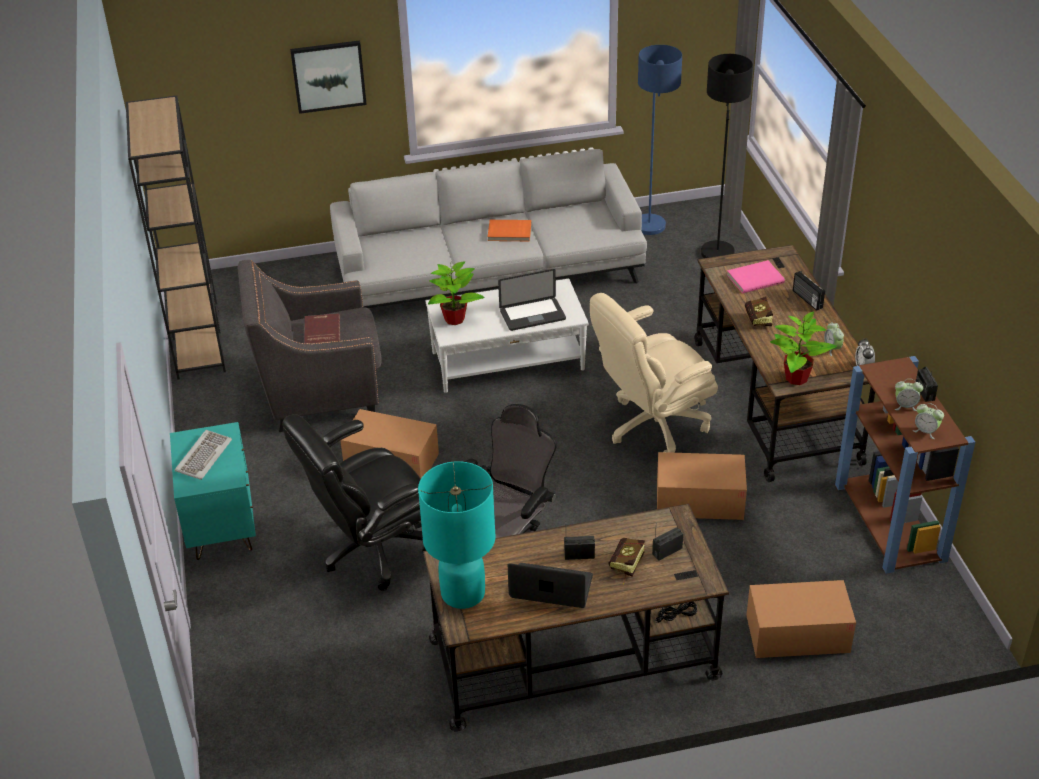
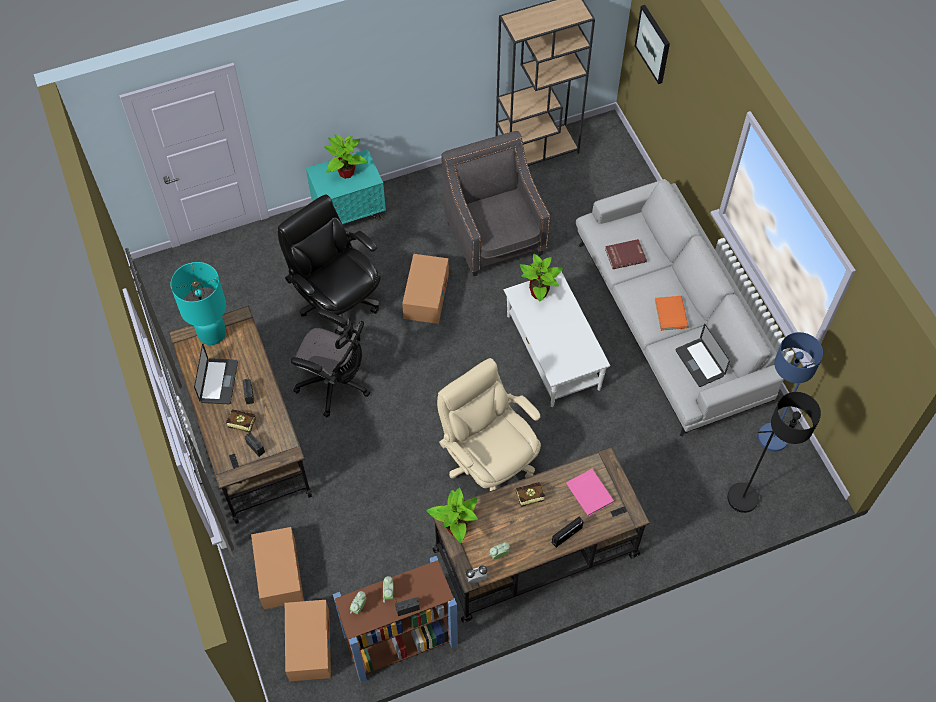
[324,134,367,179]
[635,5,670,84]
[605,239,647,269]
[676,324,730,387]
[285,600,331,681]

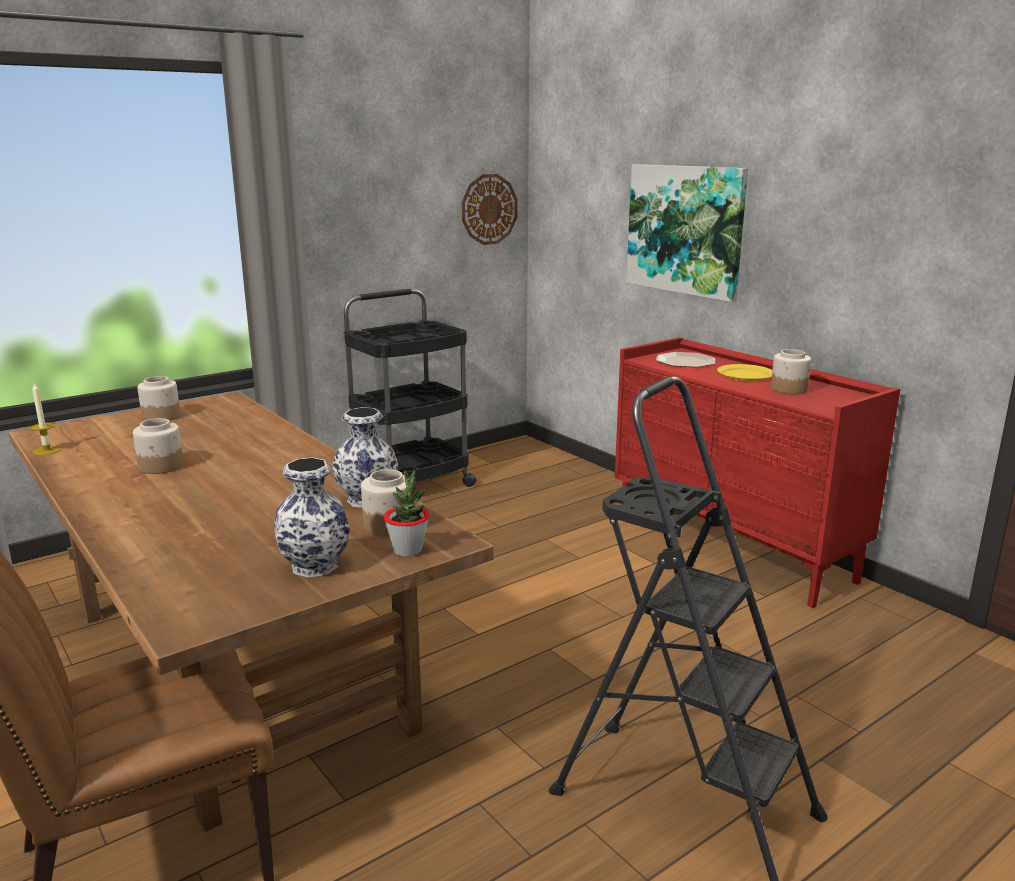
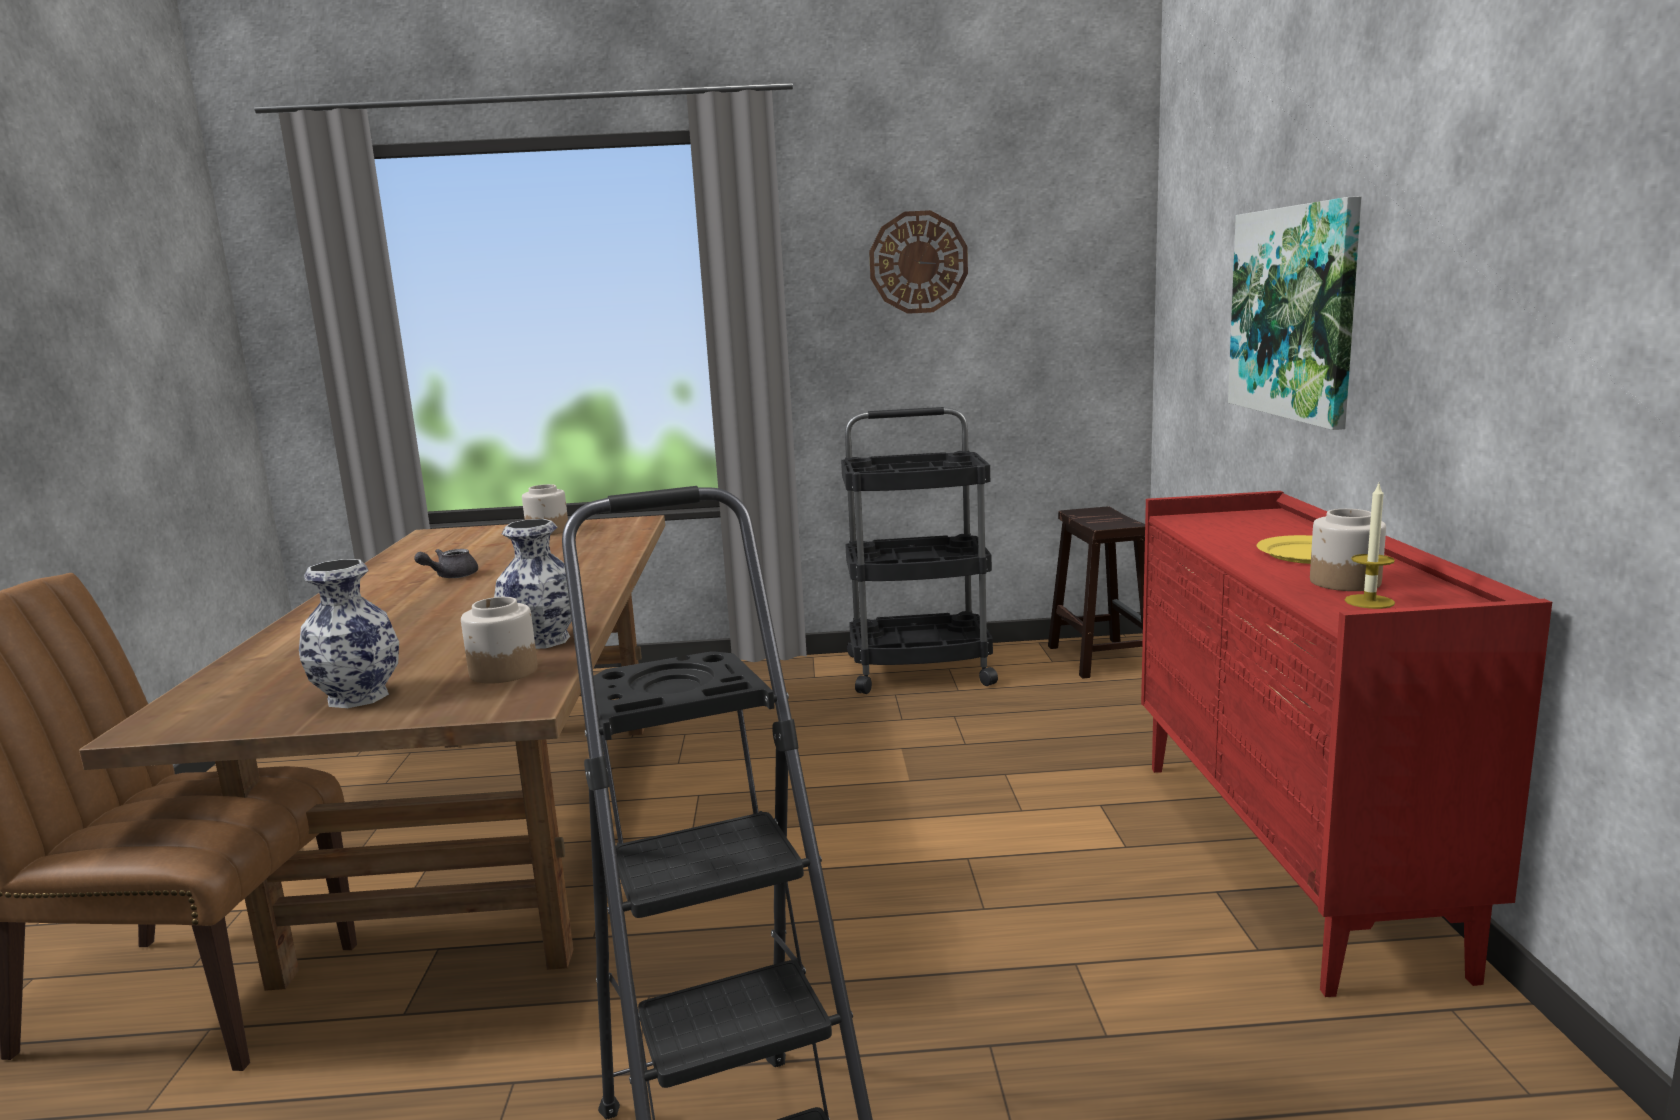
[1345,484,1395,609]
[414,549,478,578]
[384,470,429,557] (first image)
[869,210,968,314]
[656,352,715,367] (first image)
[1048,507,1145,679]

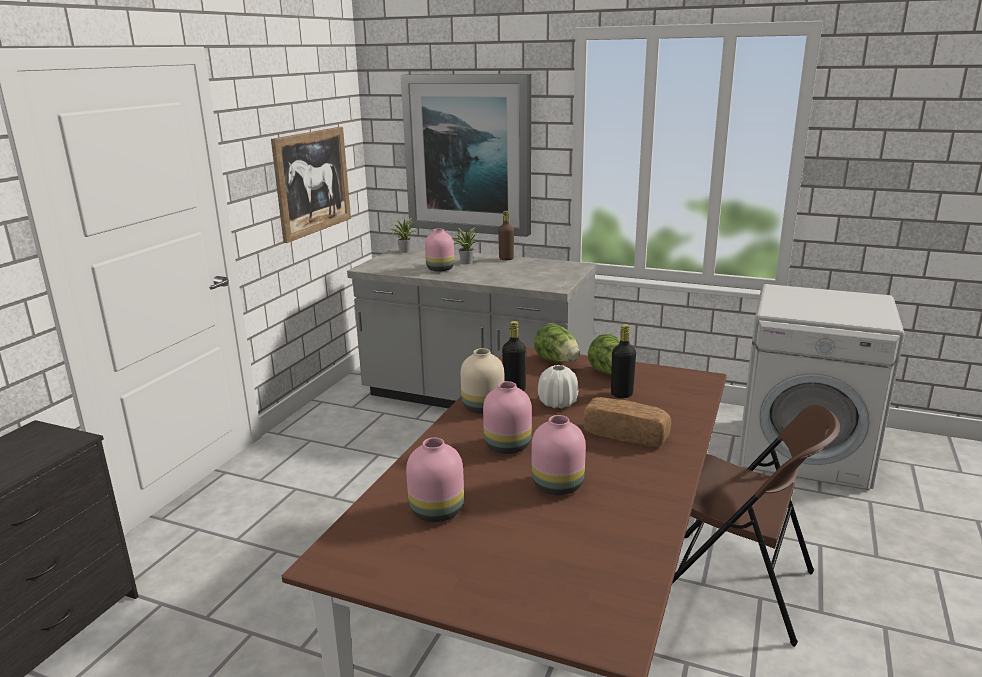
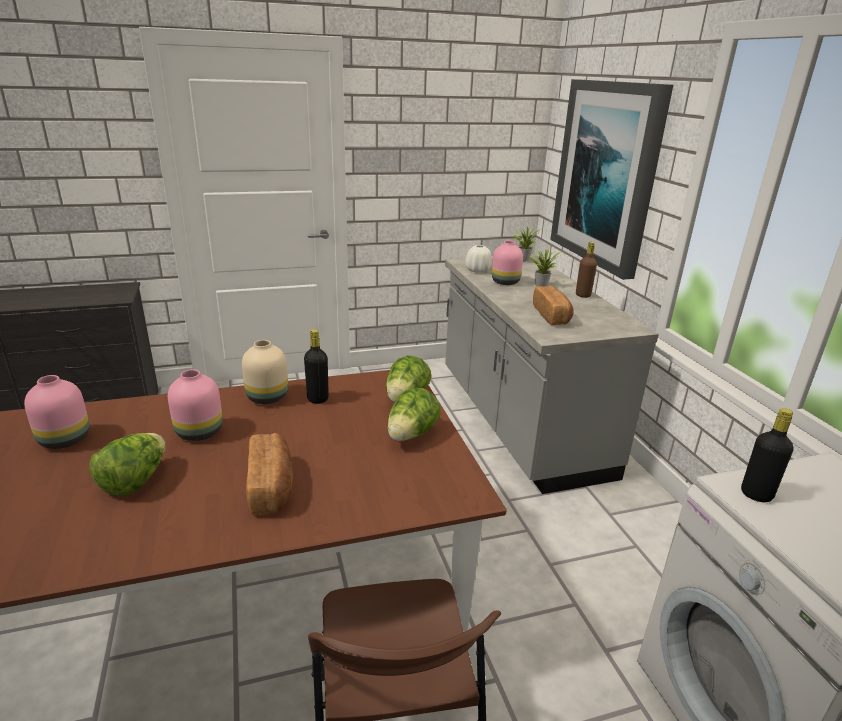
[271,127,351,243] (first image)
[89,433,166,496]
[465,245,492,273]
[741,408,793,502]
[533,286,573,325]

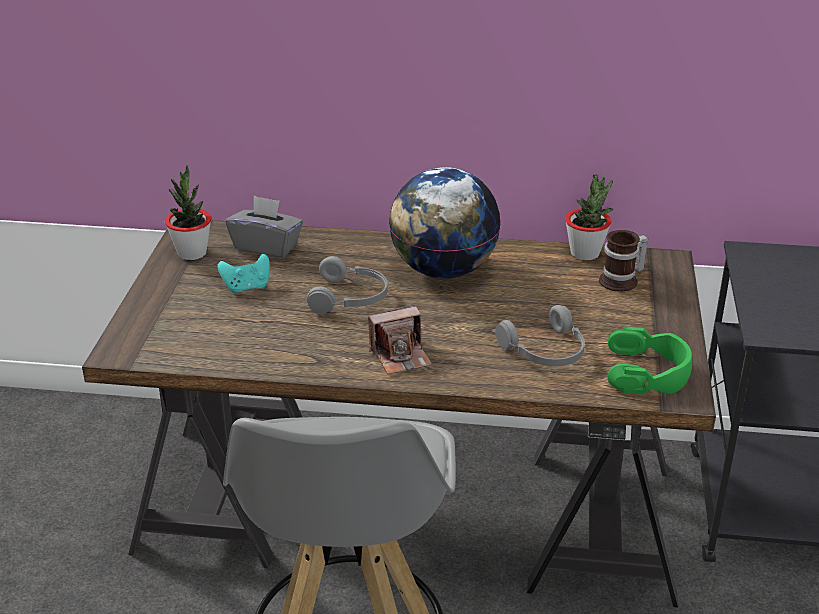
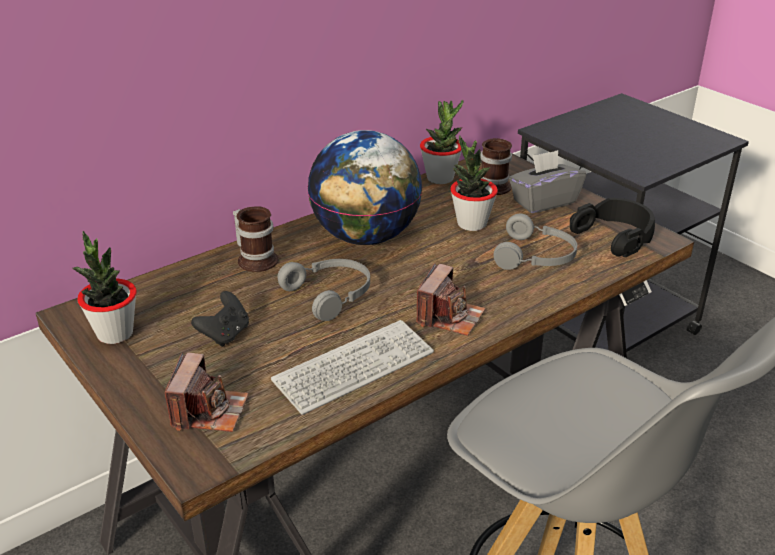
[191,291,249,347]
[509,150,586,213]
[570,198,655,257]
[165,352,249,432]
[233,206,278,272]
[271,320,434,415]
[450,136,498,231]

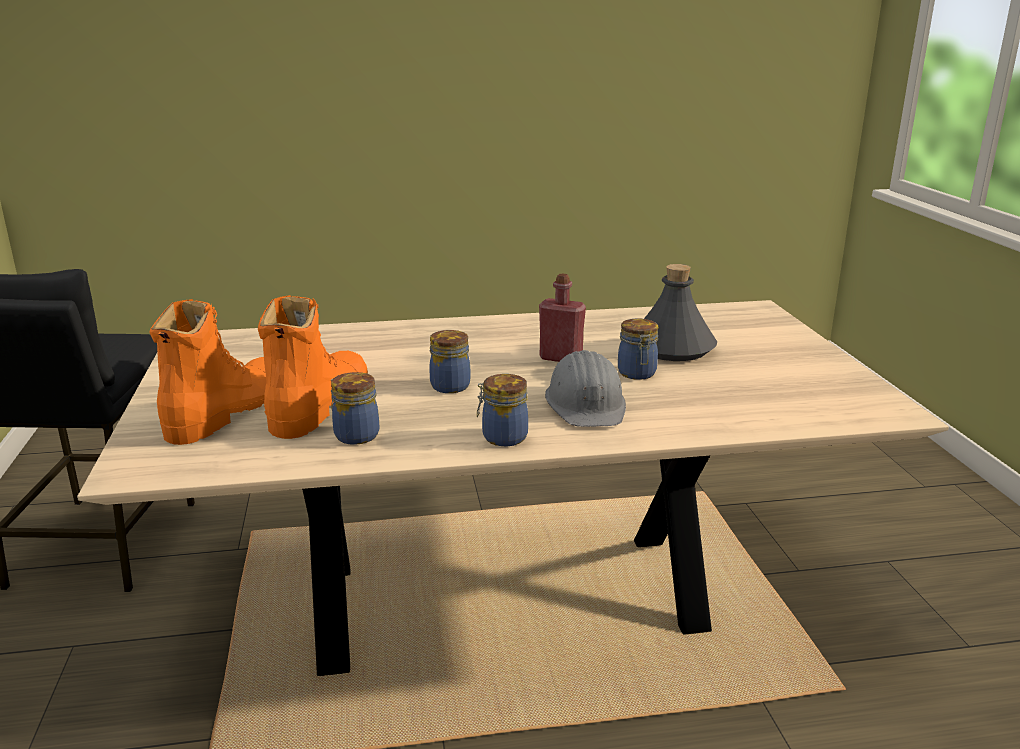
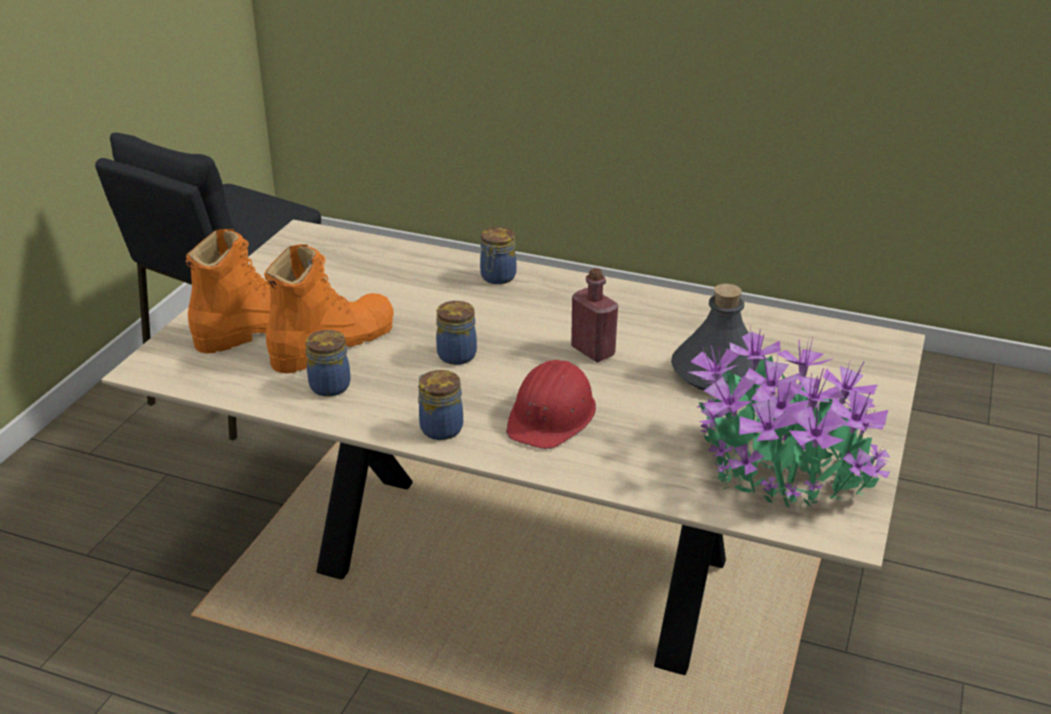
[506,360,596,449]
[480,227,516,284]
[689,328,890,508]

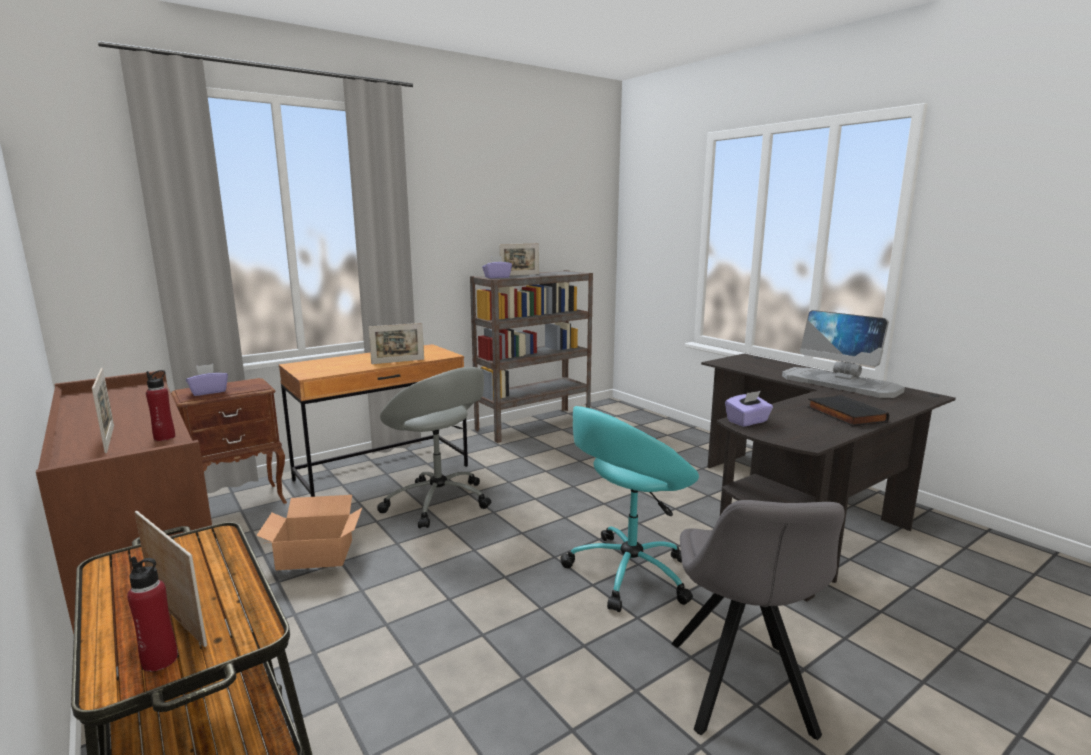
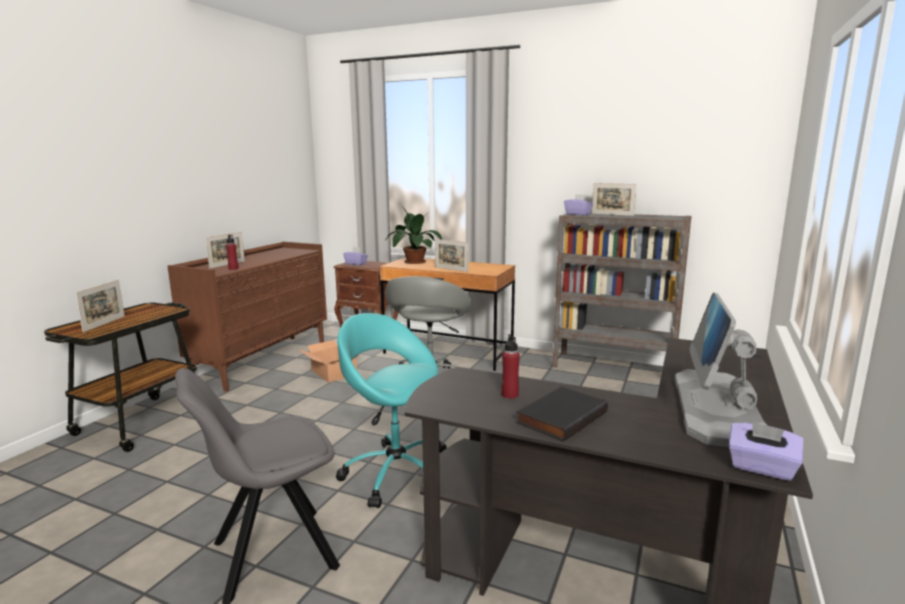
[502,334,520,399]
[729,422,803,480]
[386,204,443,264]

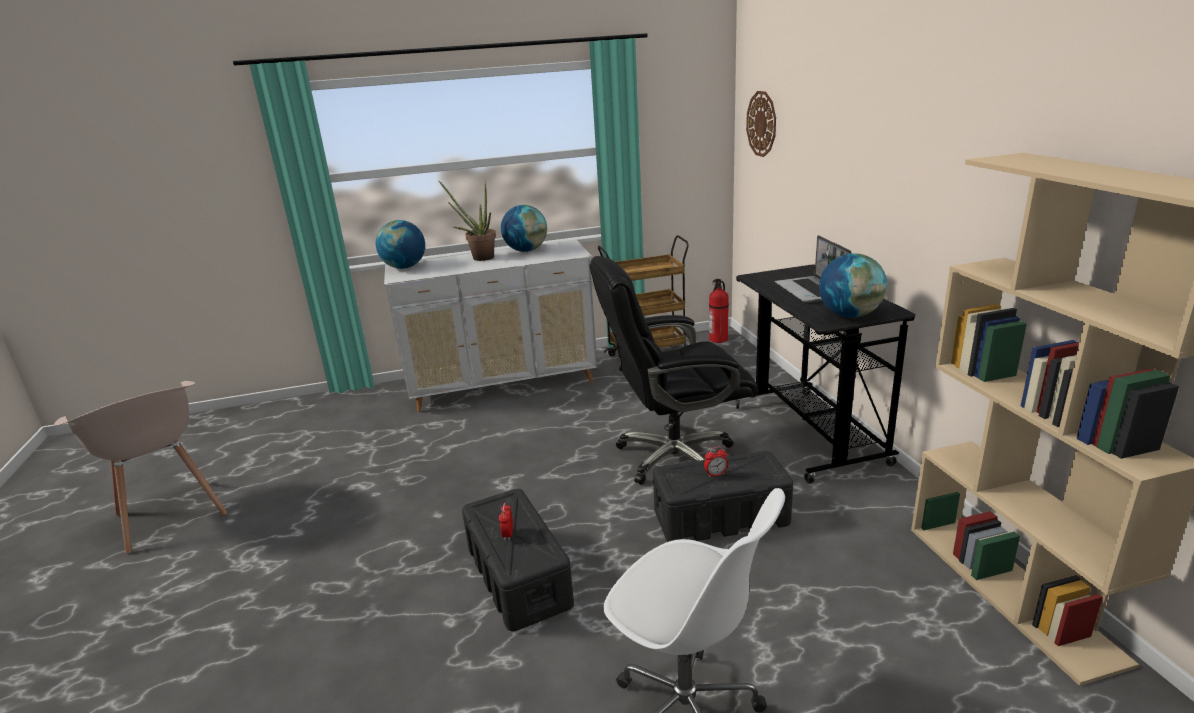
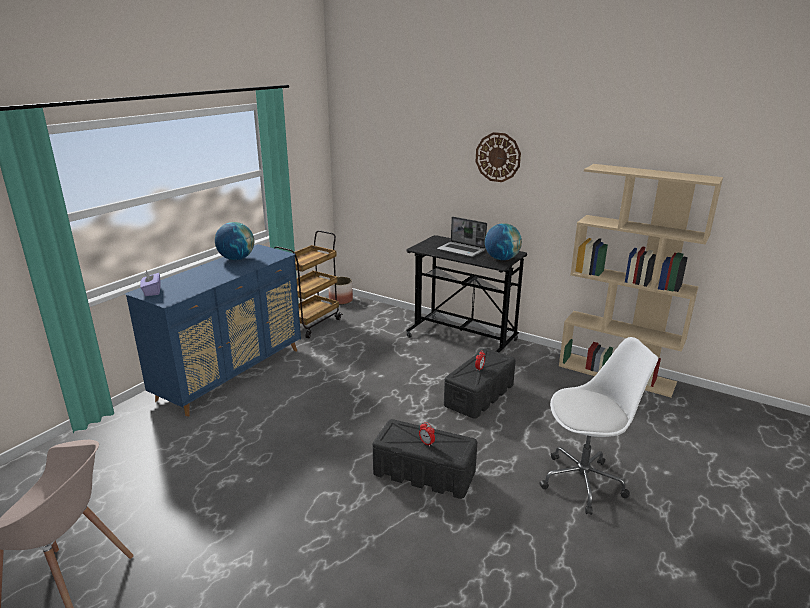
[140,270,161,296]
[125,244,301,416]
[438,180,496,261] (first image)
[590,256,758,485] (first image)
[329,277,353,305]
[475,132,521,182]

